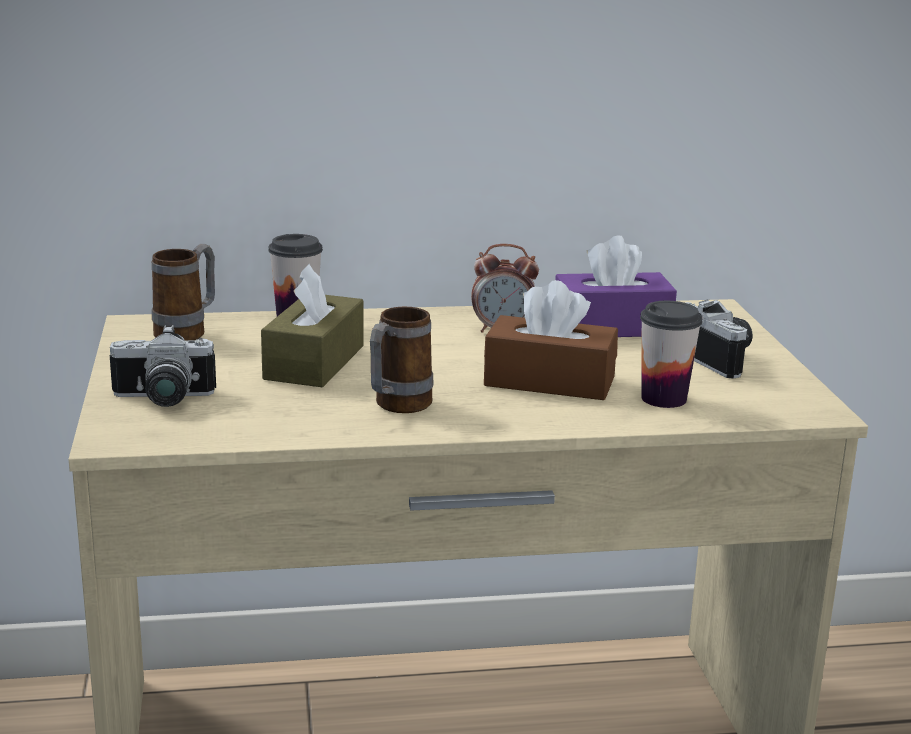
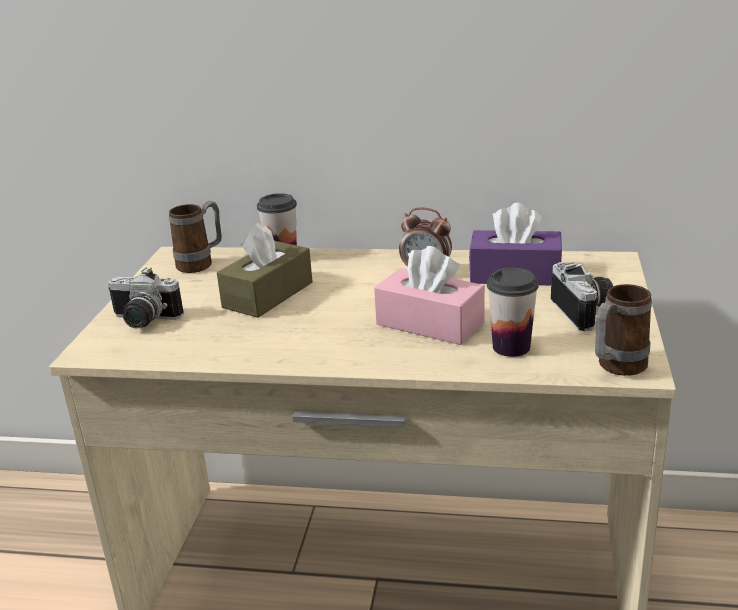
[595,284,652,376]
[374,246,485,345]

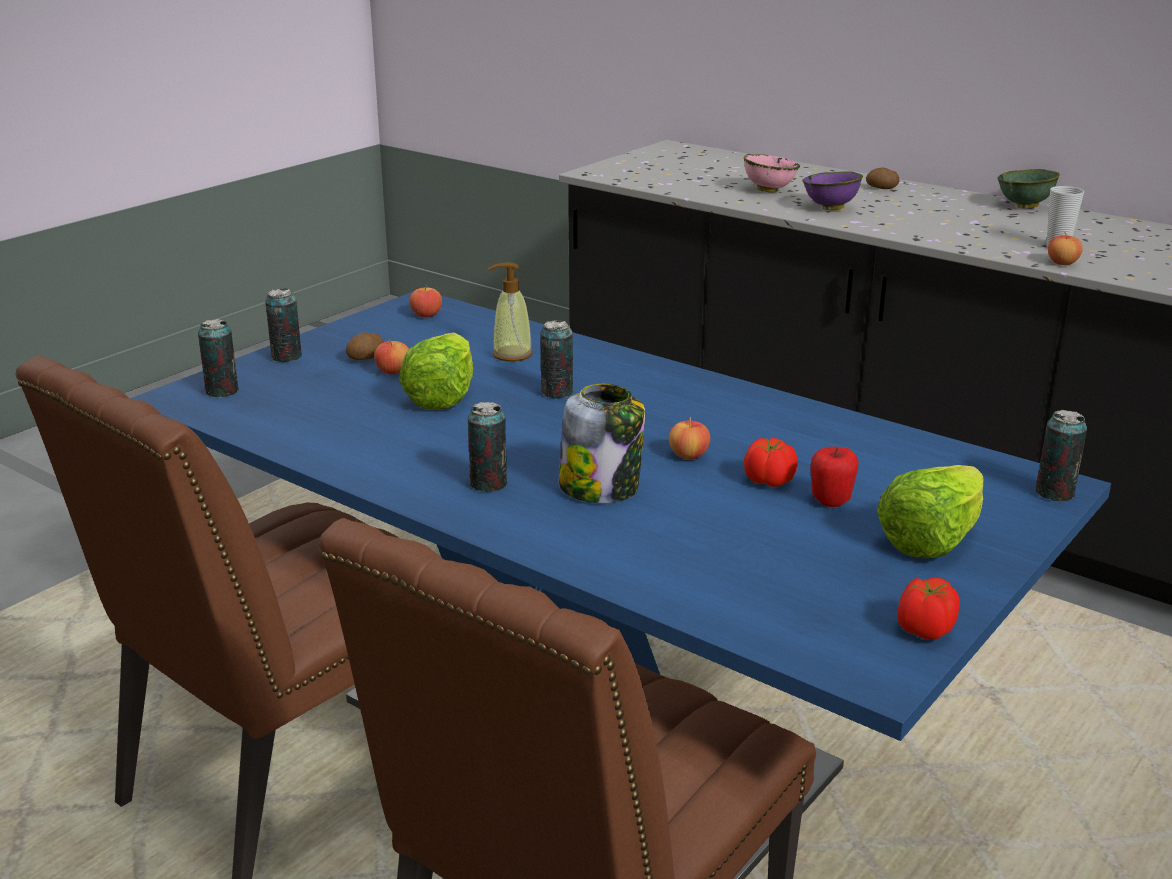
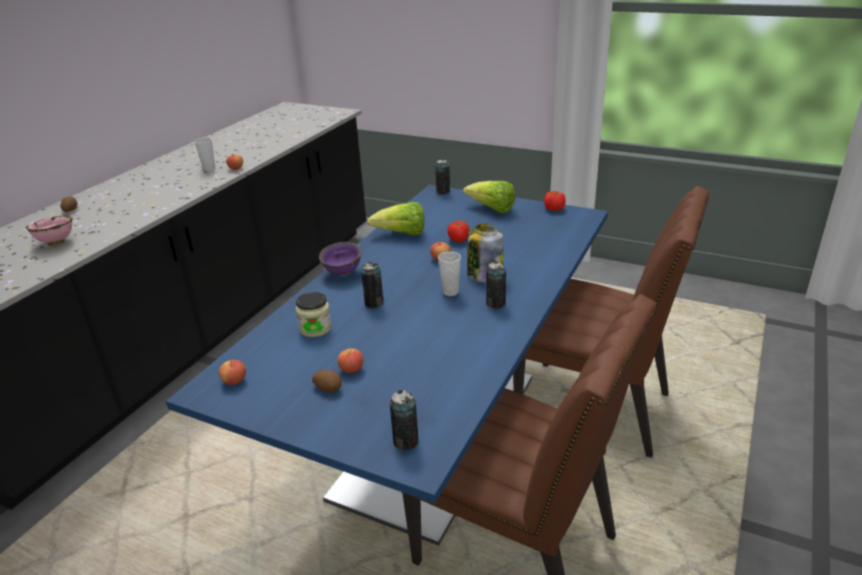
[265,288,302,362] (first image)
[367,202,424,235]
[296,292,332,337]
[319,242,362,276]
[810,447,858,507] (first image)
[997,169,1060,208] (first image)
[438,251,461,296]

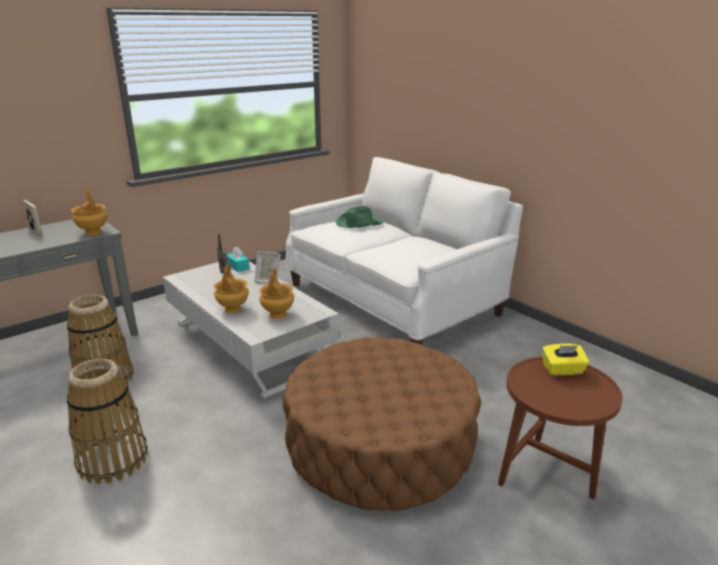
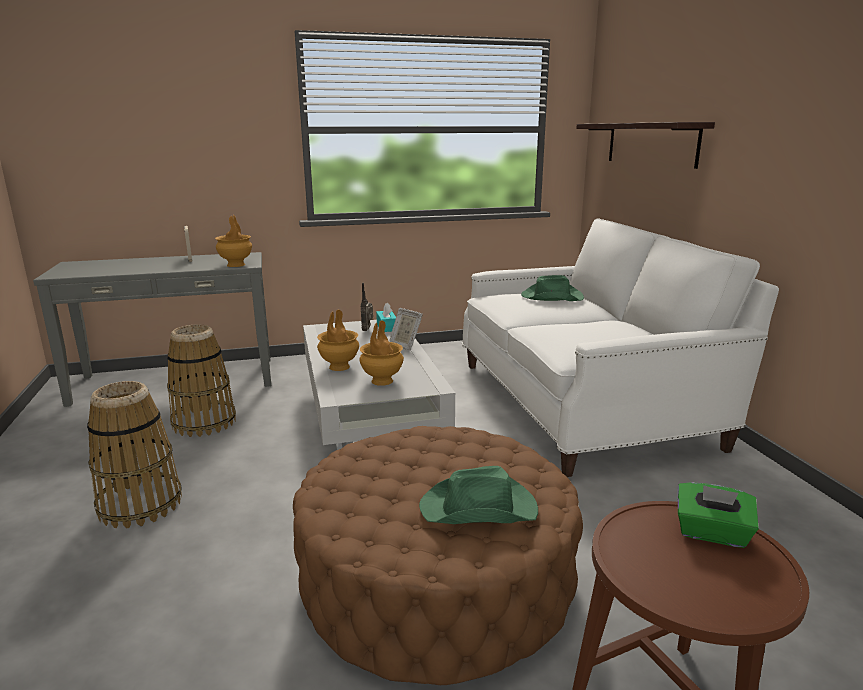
[678,482,759,548]
[419,466,538,524]
[576,122,715,169]

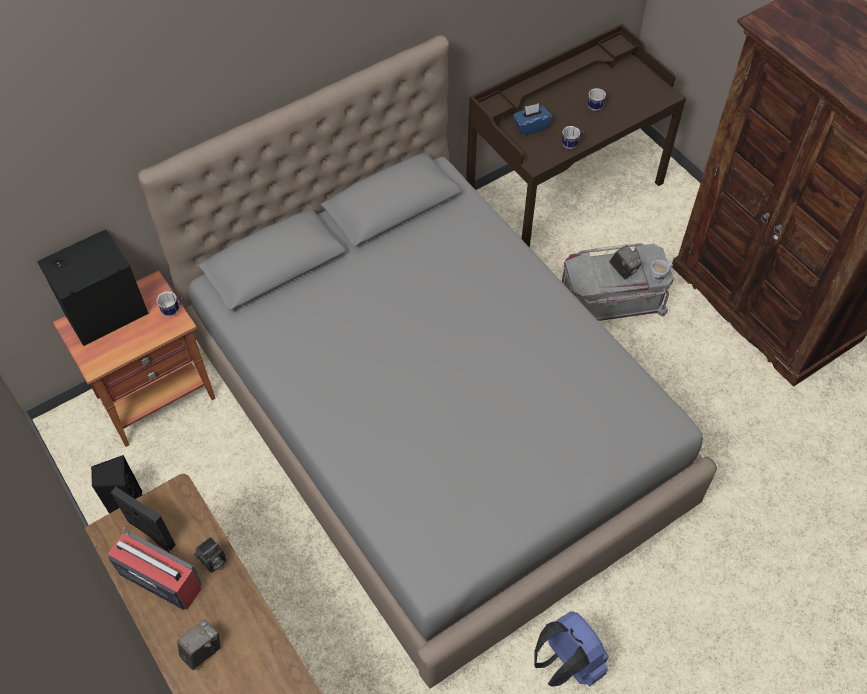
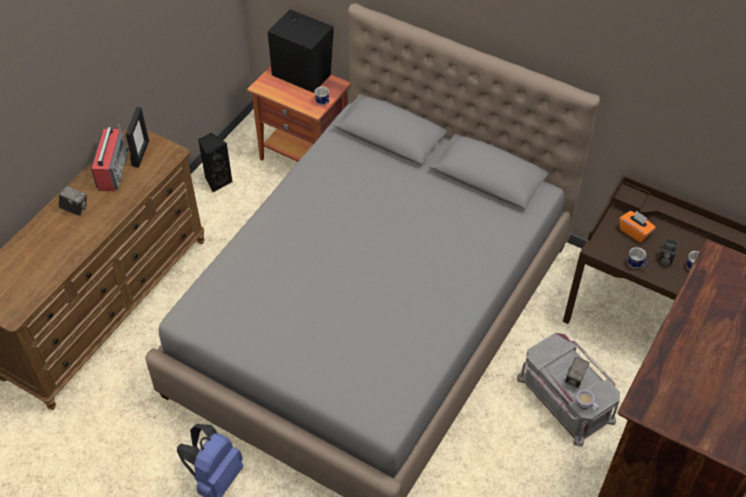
[658,238,678,266]
[619,211,656,243]

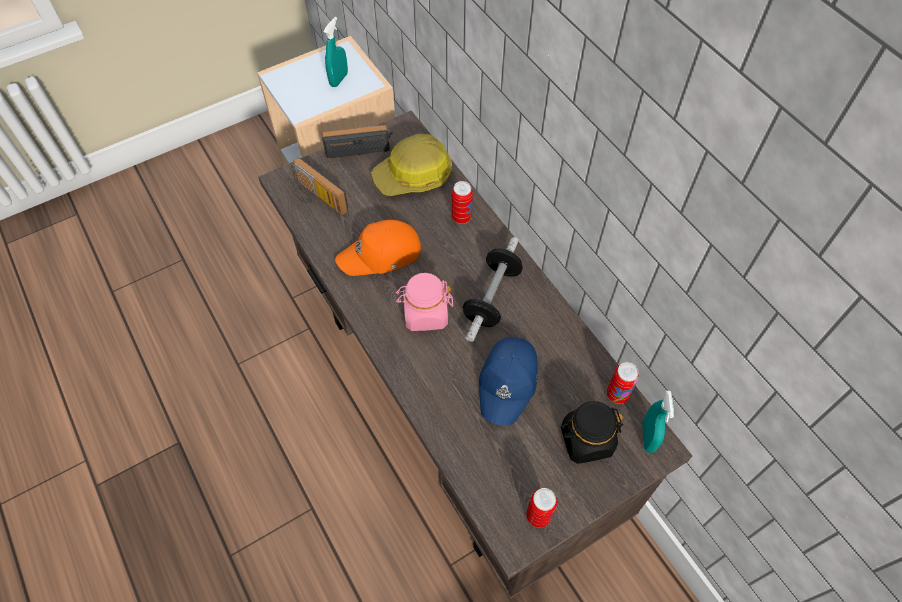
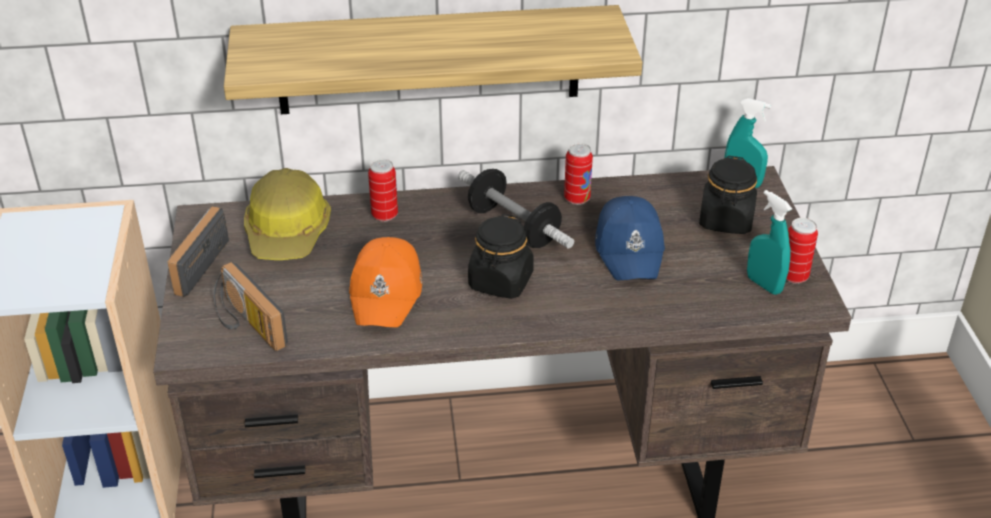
[214,262,288,351]
[747,190,792,295]
[468,214,534,299]
[595,196,665,280]
[564,143,593,205]
[224,5,642,114]

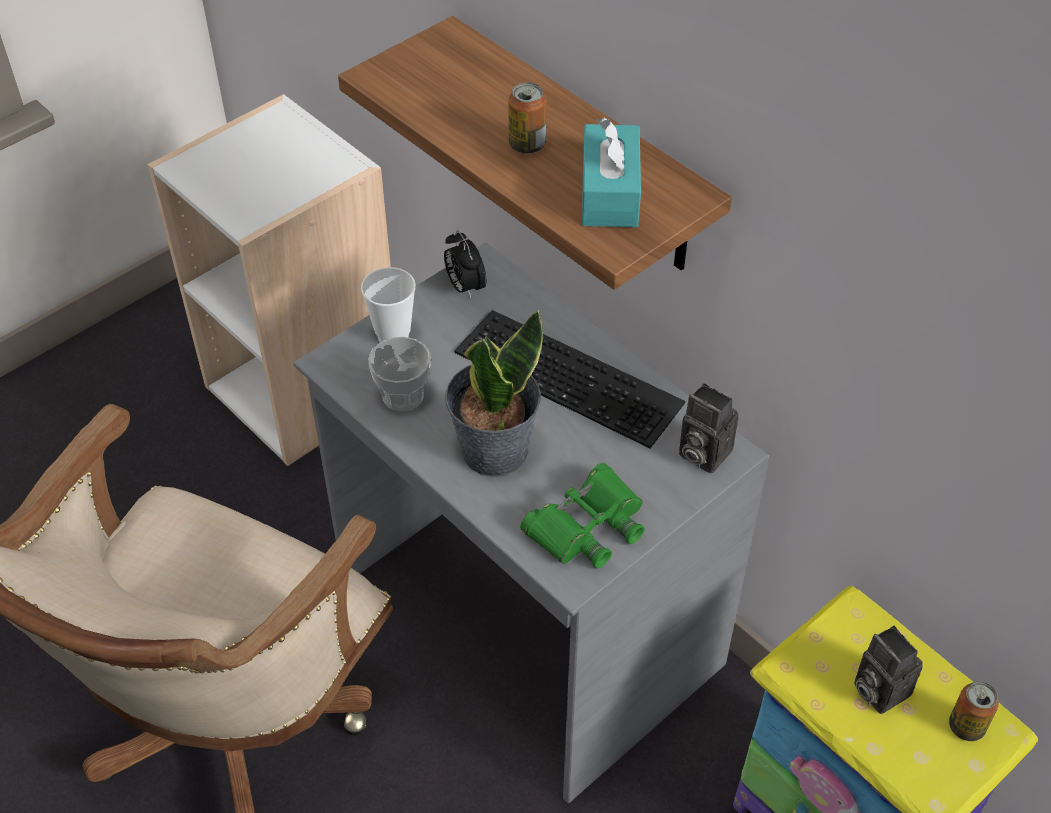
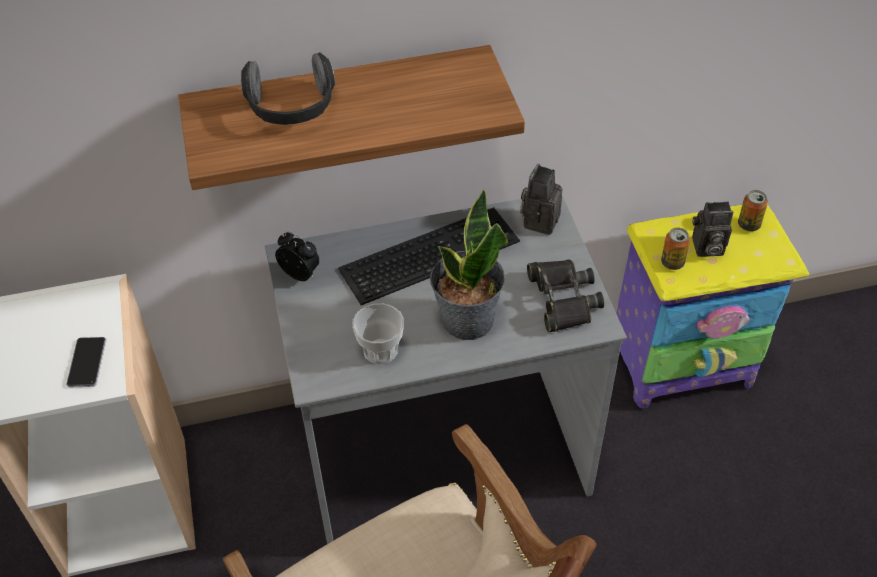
[361,267,416,342] (first image)
[275,232,319,281]
[661,228,690,270]
[527,260,604,332]
[582,117,641,227] (first image)
[520,163,563,235]
[66,337,106,387]
[241,53,335,125]

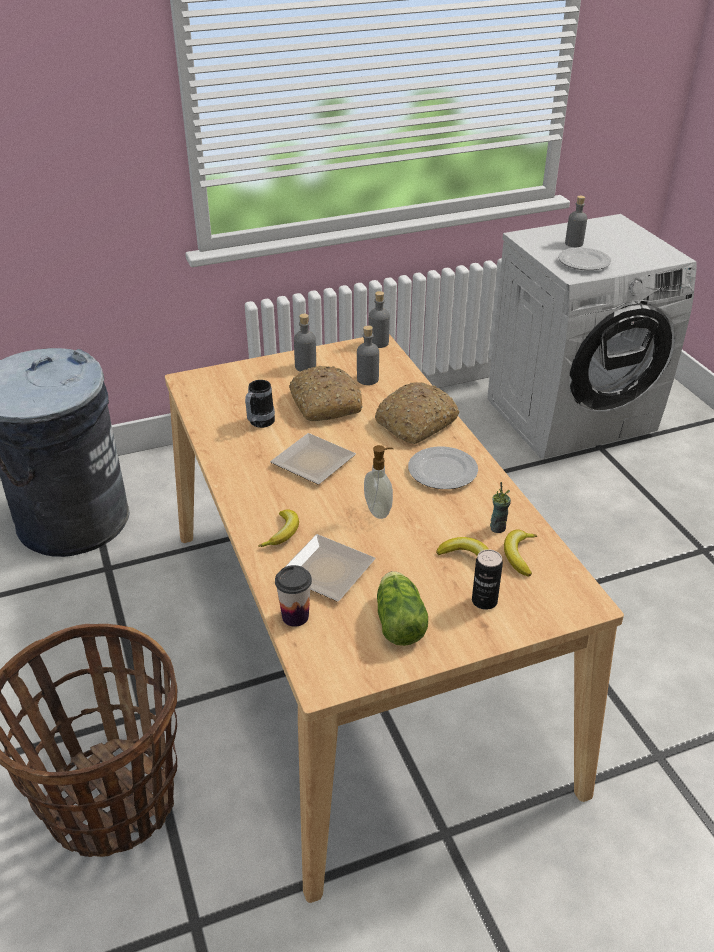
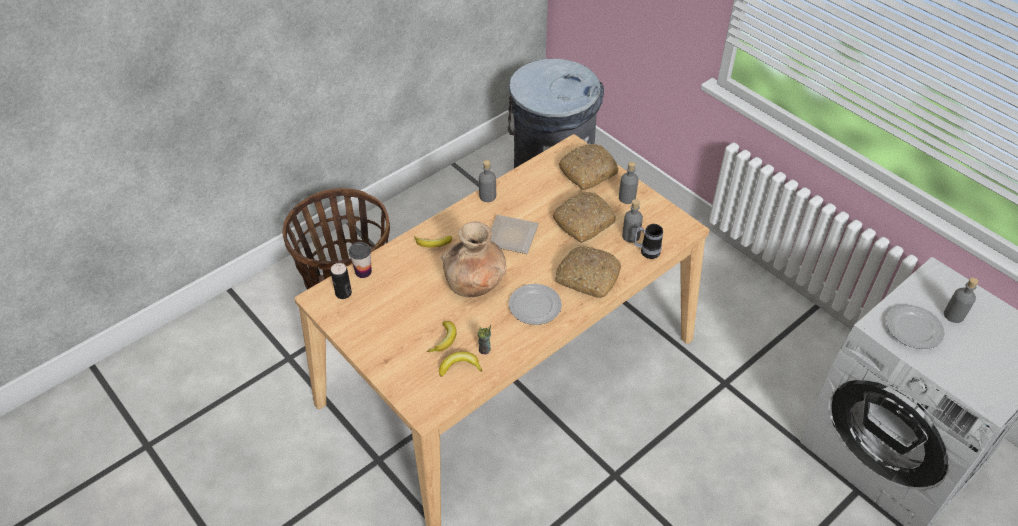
[634,224,663,259]
[285,534,376,602] (first image)
[441,222,507,297]
[479,160,496,202]
[377,571,428,646] (first image)
[331,263,352,299]
[559,144,619,190]

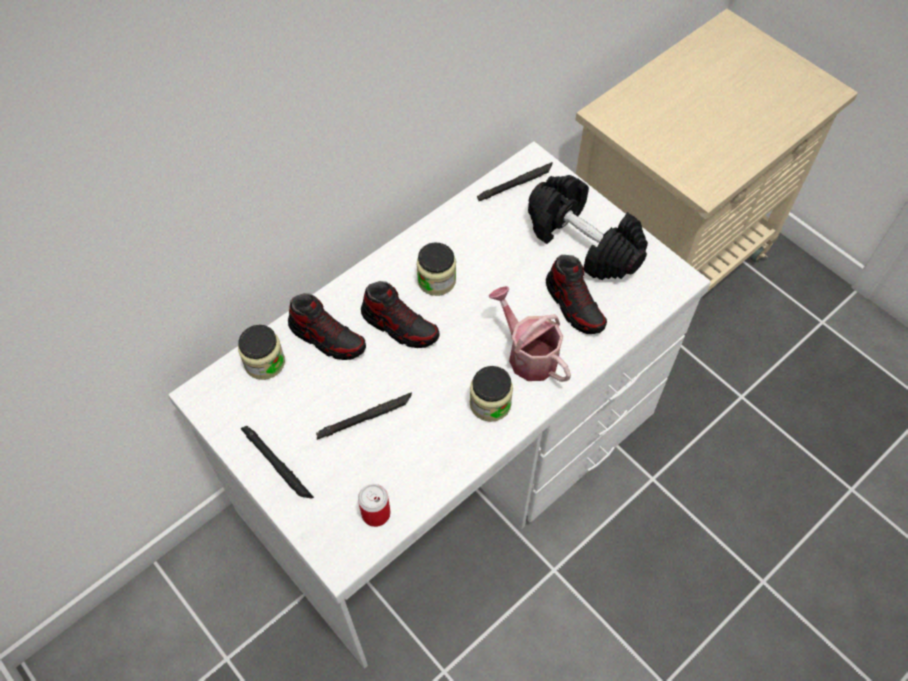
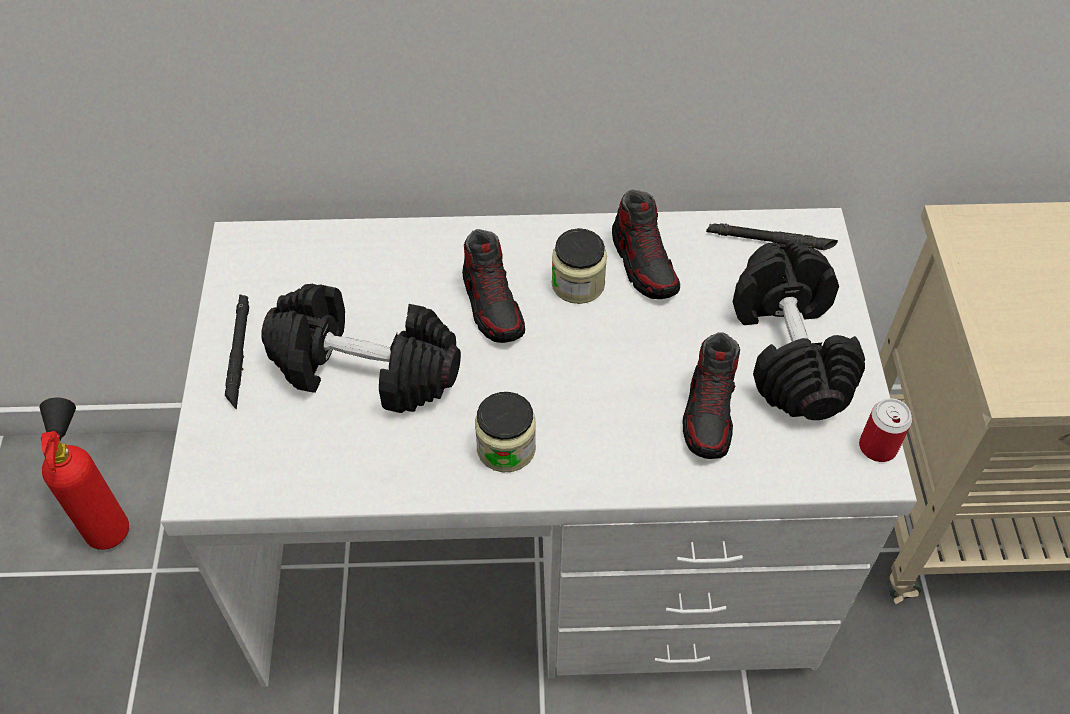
[238,325,285,380] (first image)
[612,190,680,299]
[261,284,461,413]
[859,398,912,462]
[489,286,571,382] (first image)
[40,398,129,550]

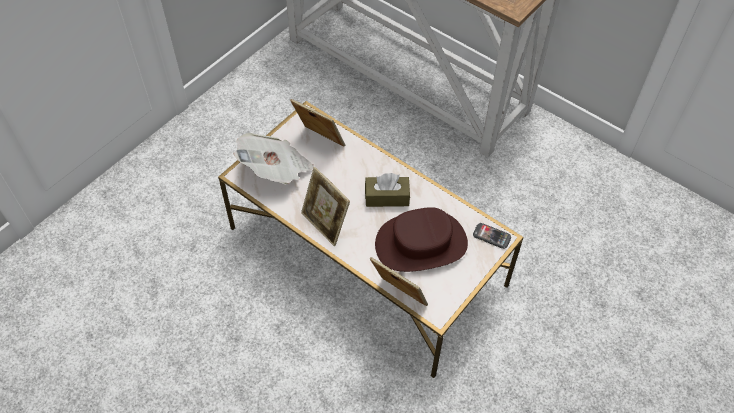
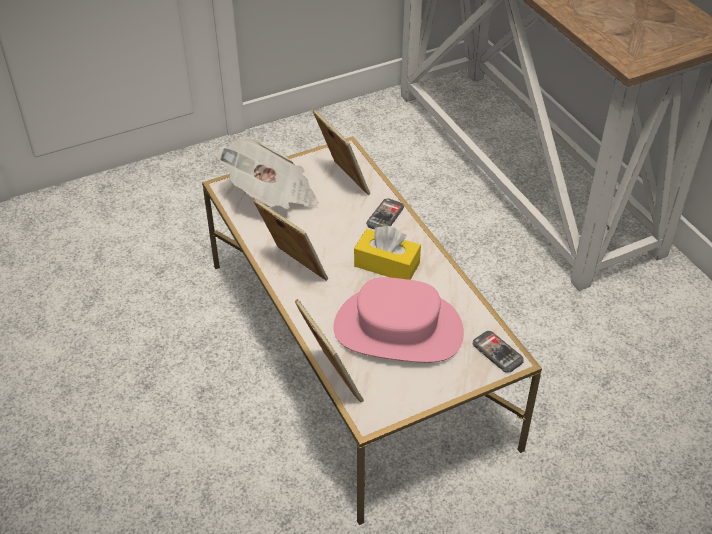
[253,199,328,281]
[354,226,421,280]
[333,277,464,363]
[366,198,404,230]

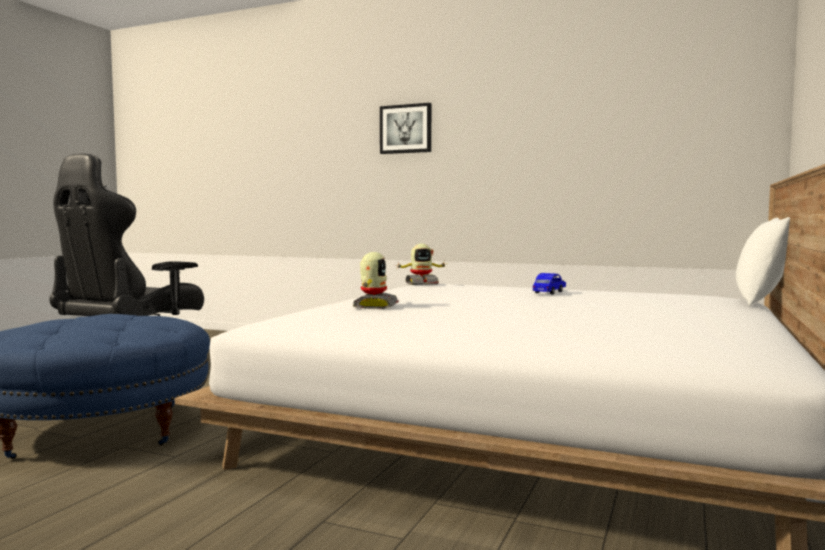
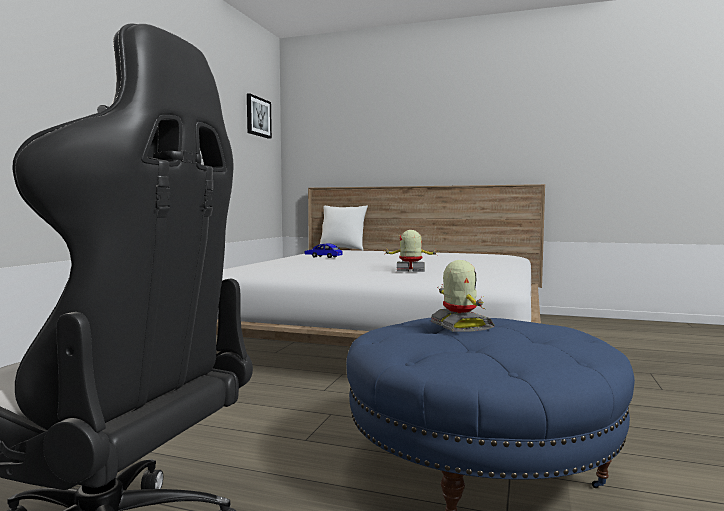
[247,93,272,139]
[431,260,495,332]

